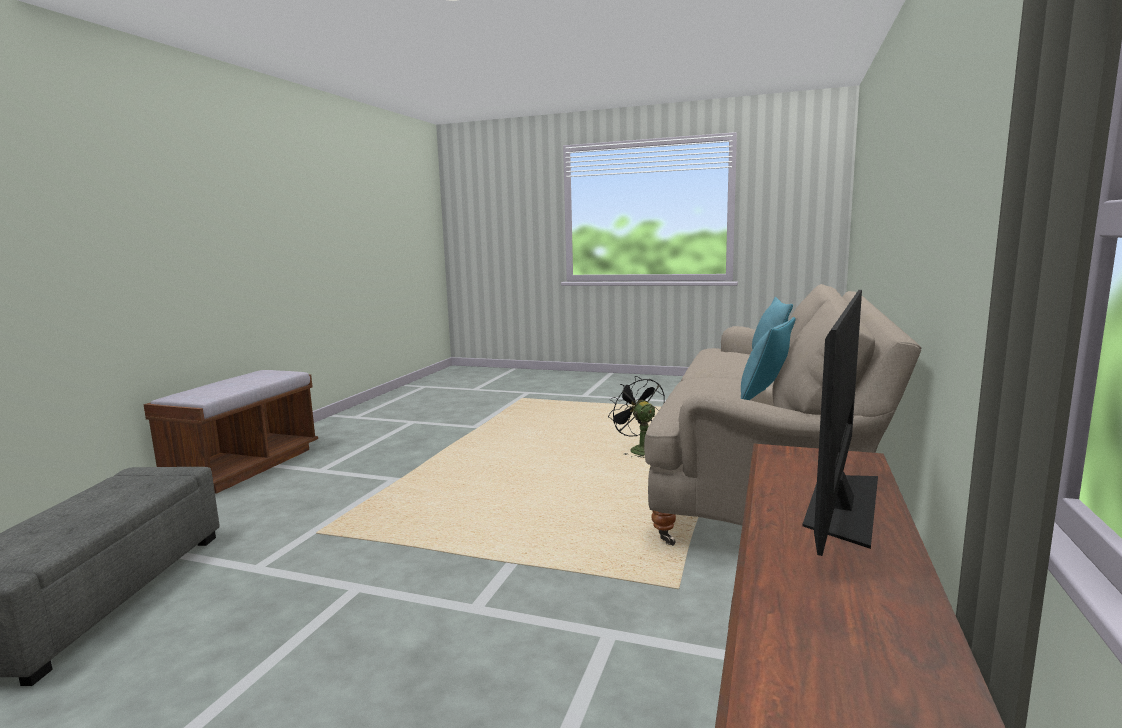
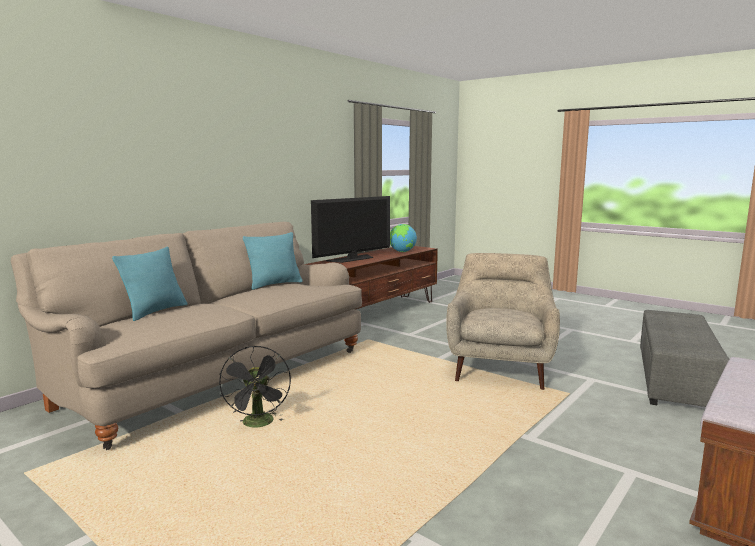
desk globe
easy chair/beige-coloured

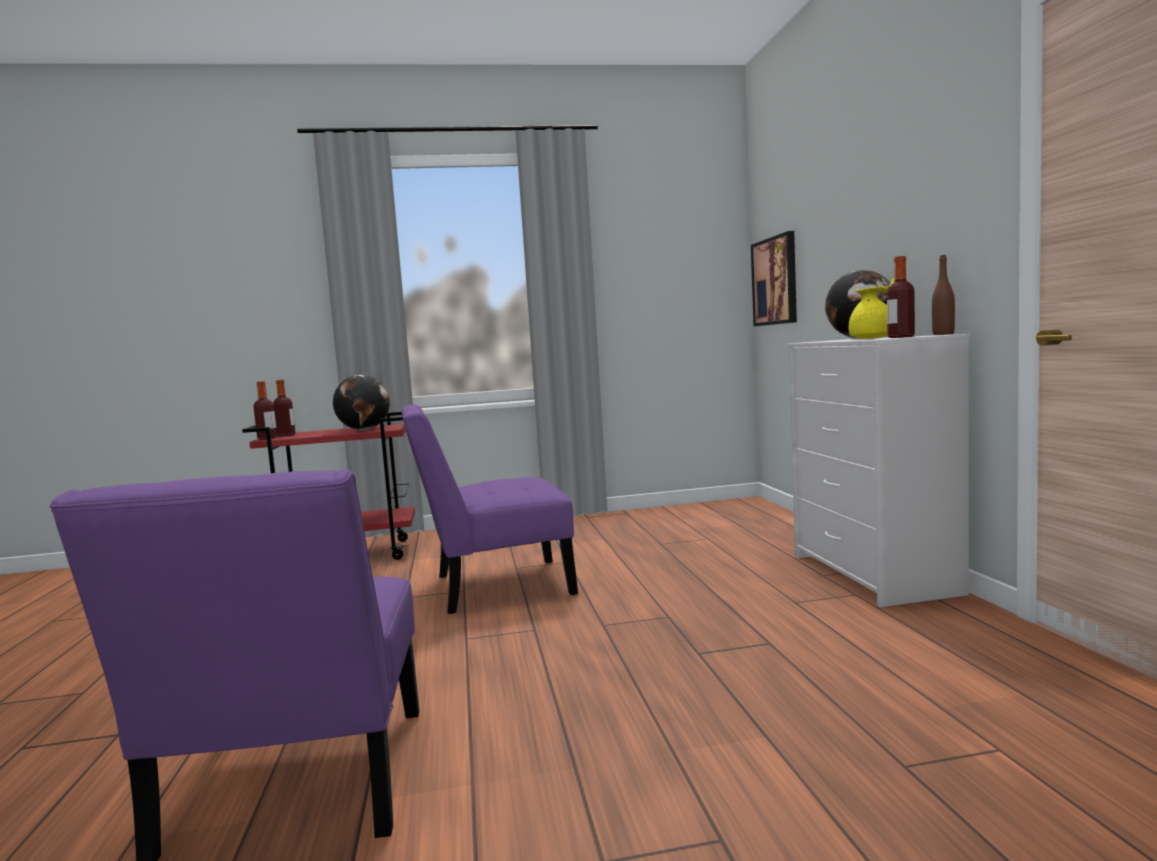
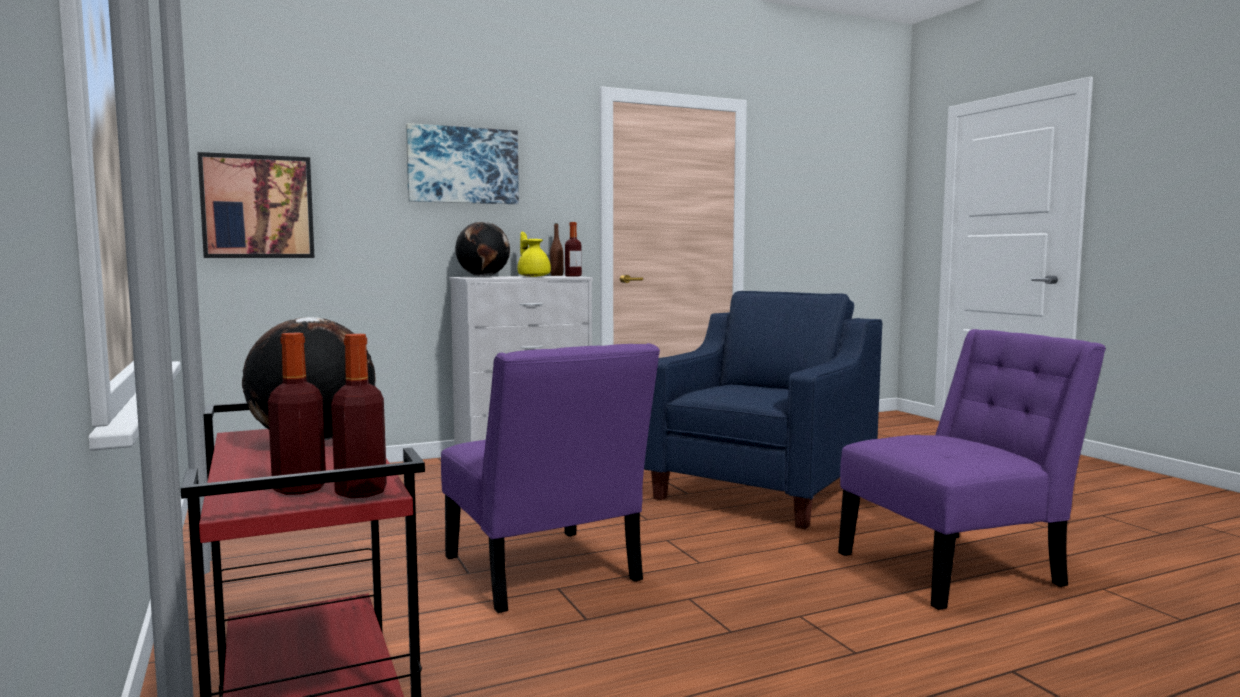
wall picture (2nd from left)
easy chair/blue

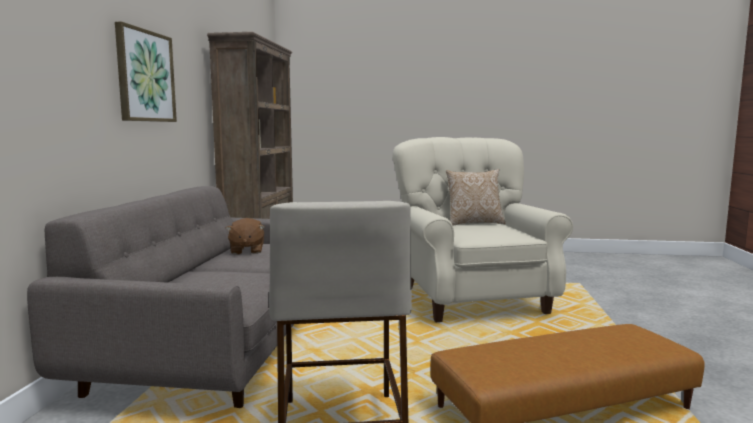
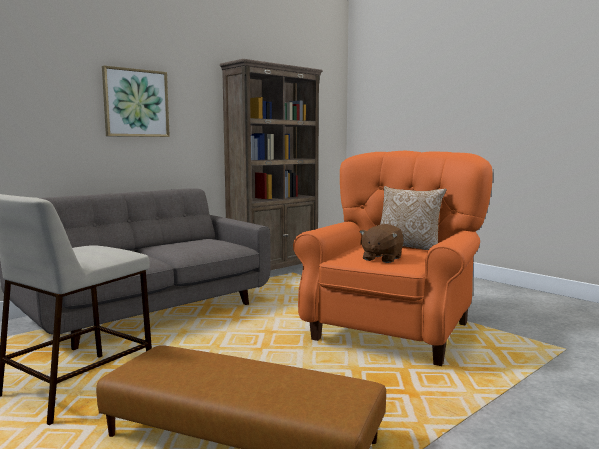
easy chair/orange
plush toy/brownish

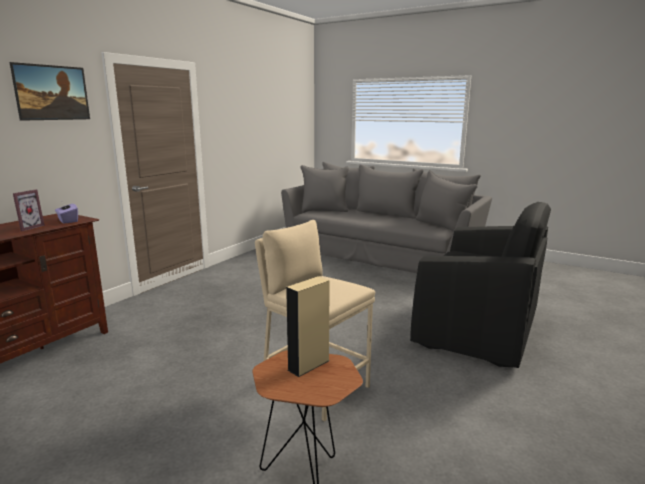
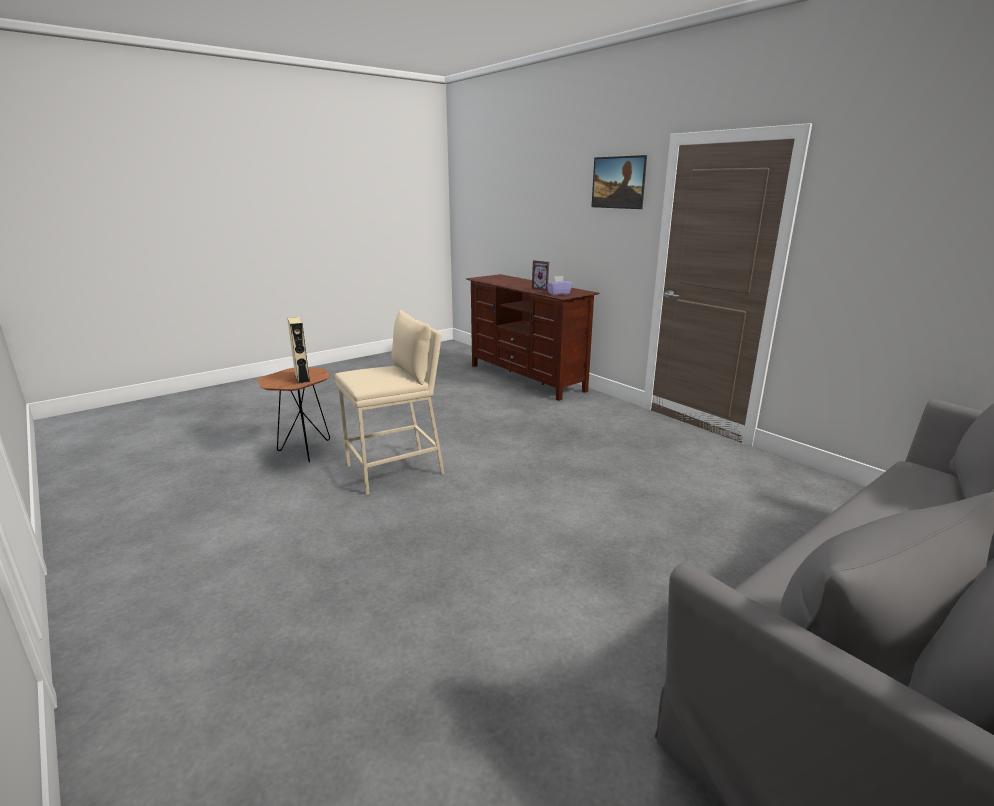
easy chair/blackish

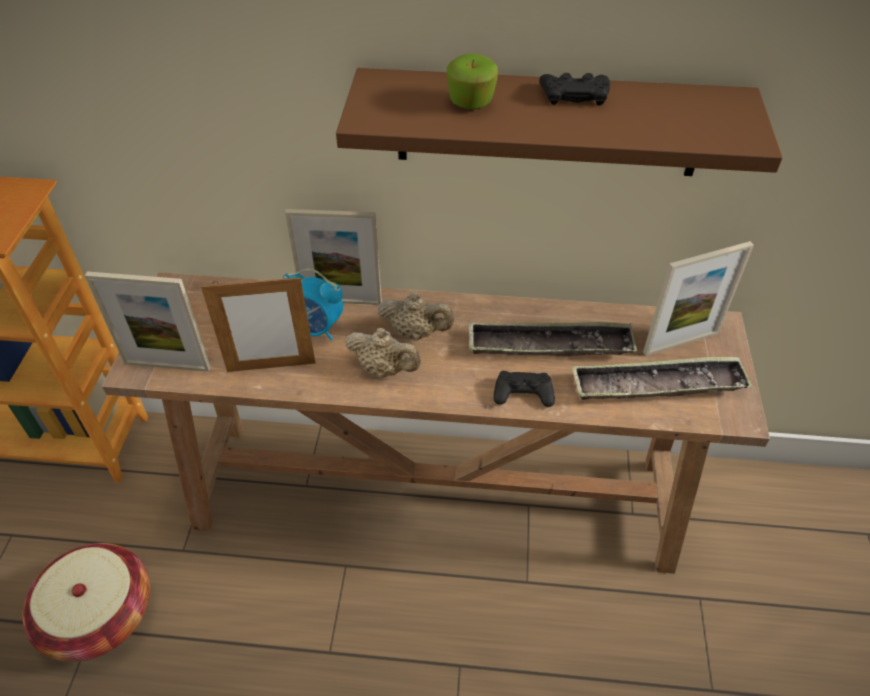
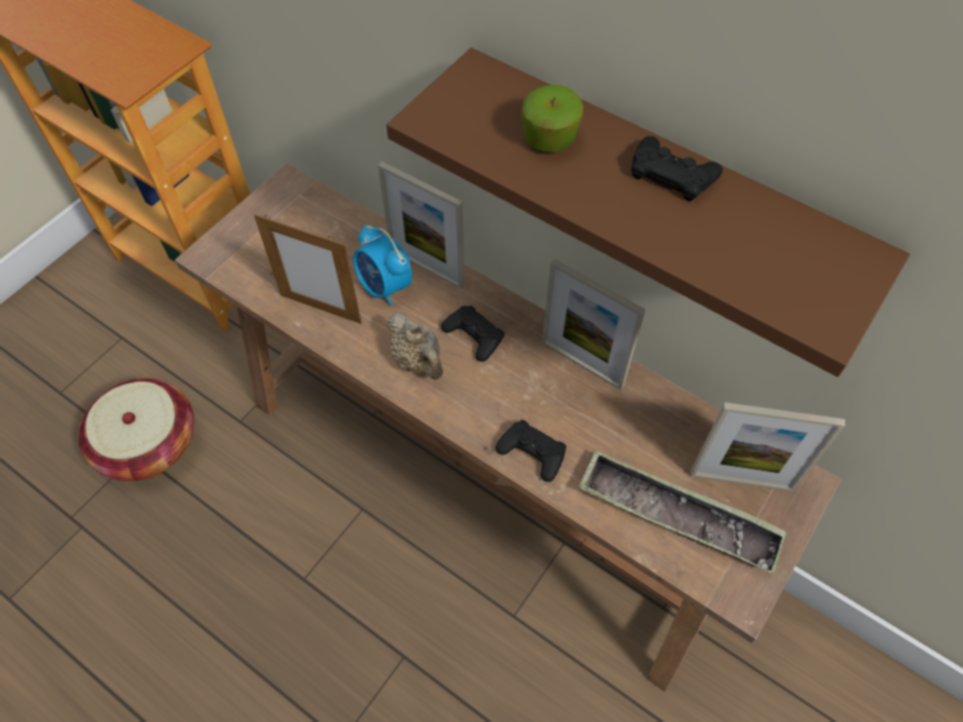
game controller/blackish (1st from left)
picture frame (3rd from left)
carrying tray (1st from left in the first image)

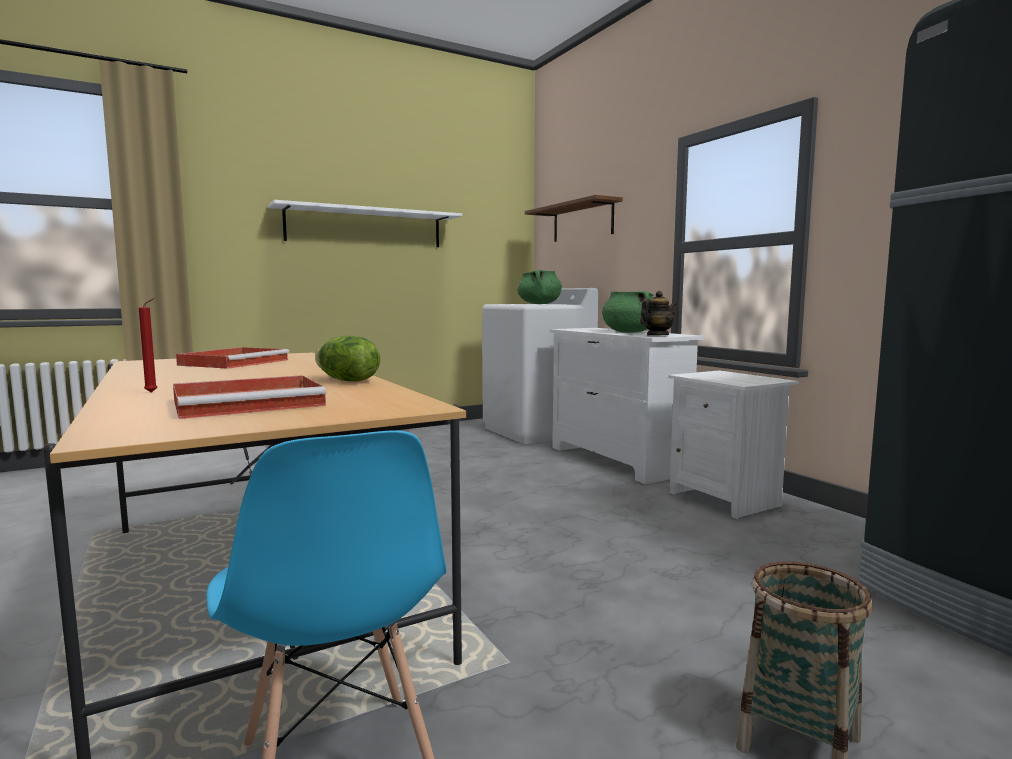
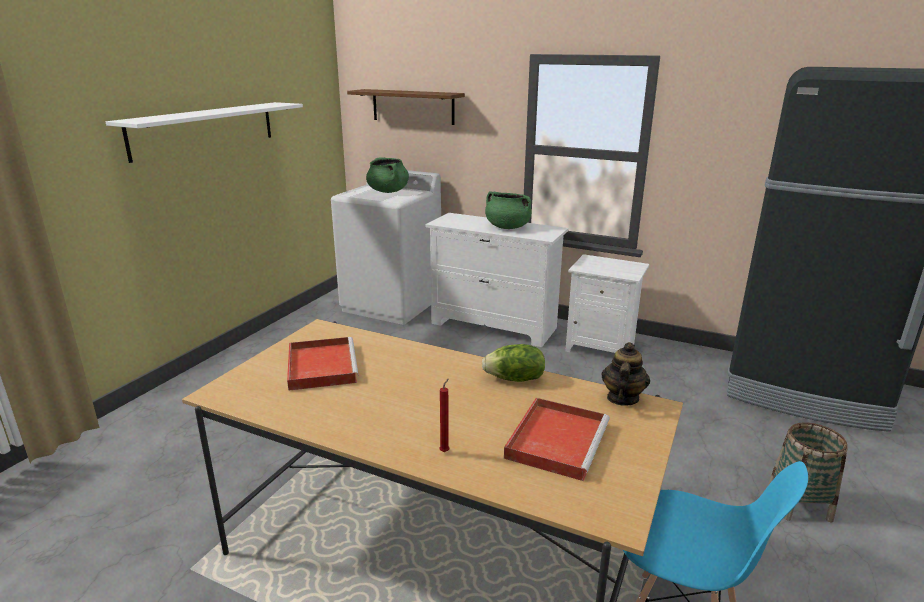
pot for tea

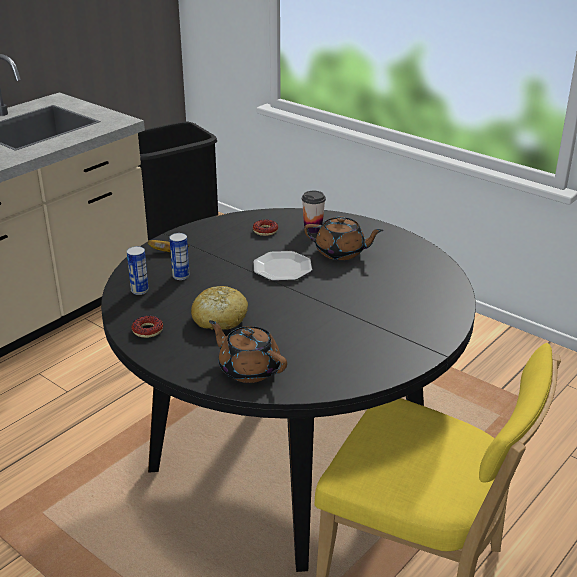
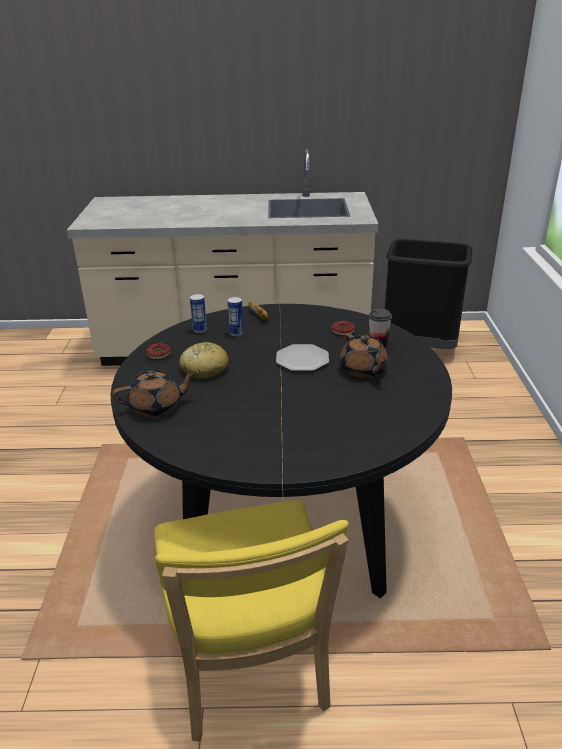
pot for tea/brownish (1st from left)

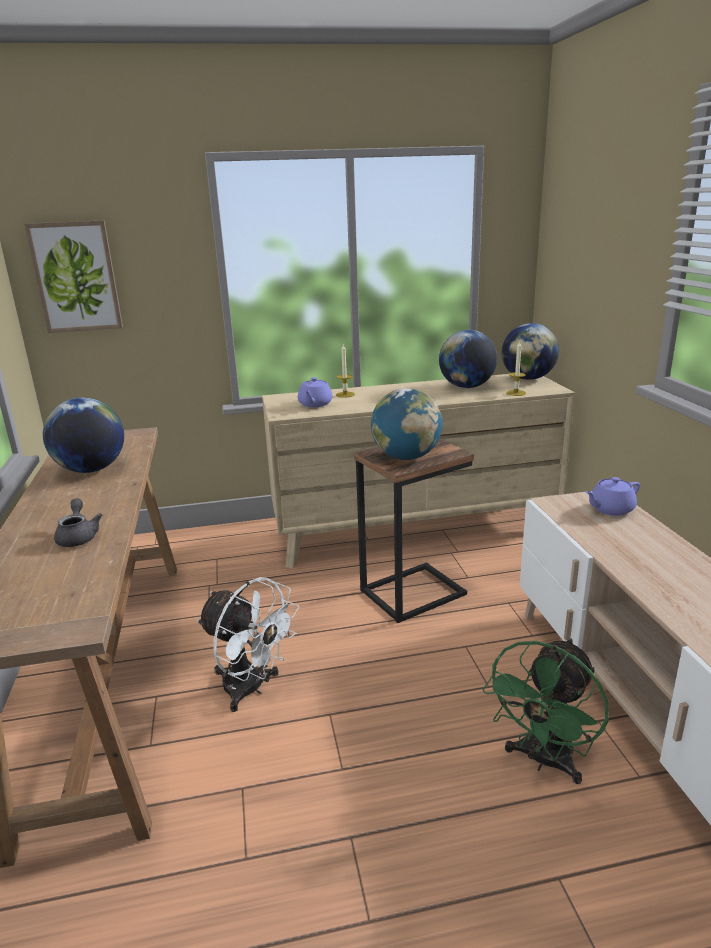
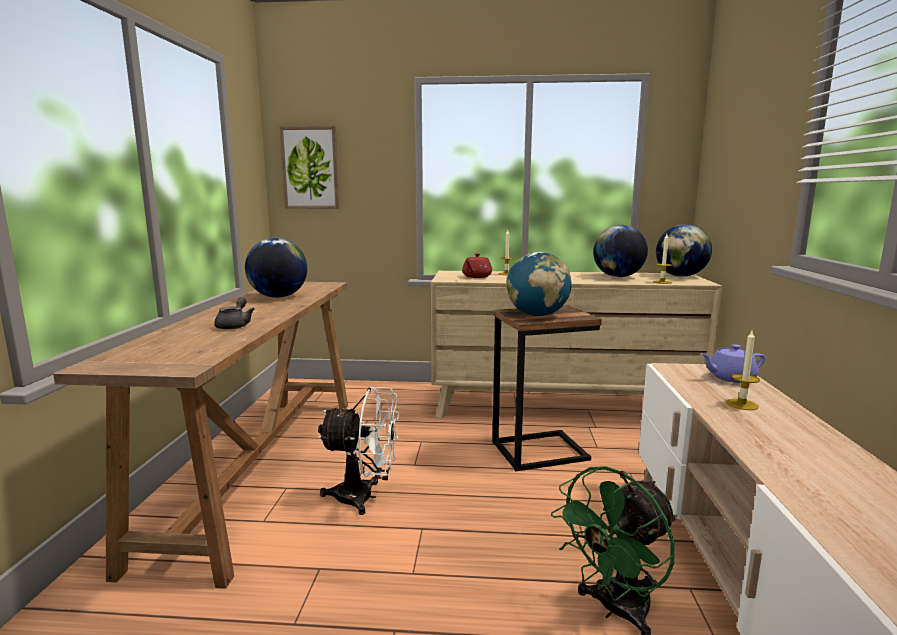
cooling fan/white
pot for tea/reddish
wax light (3rd from left)

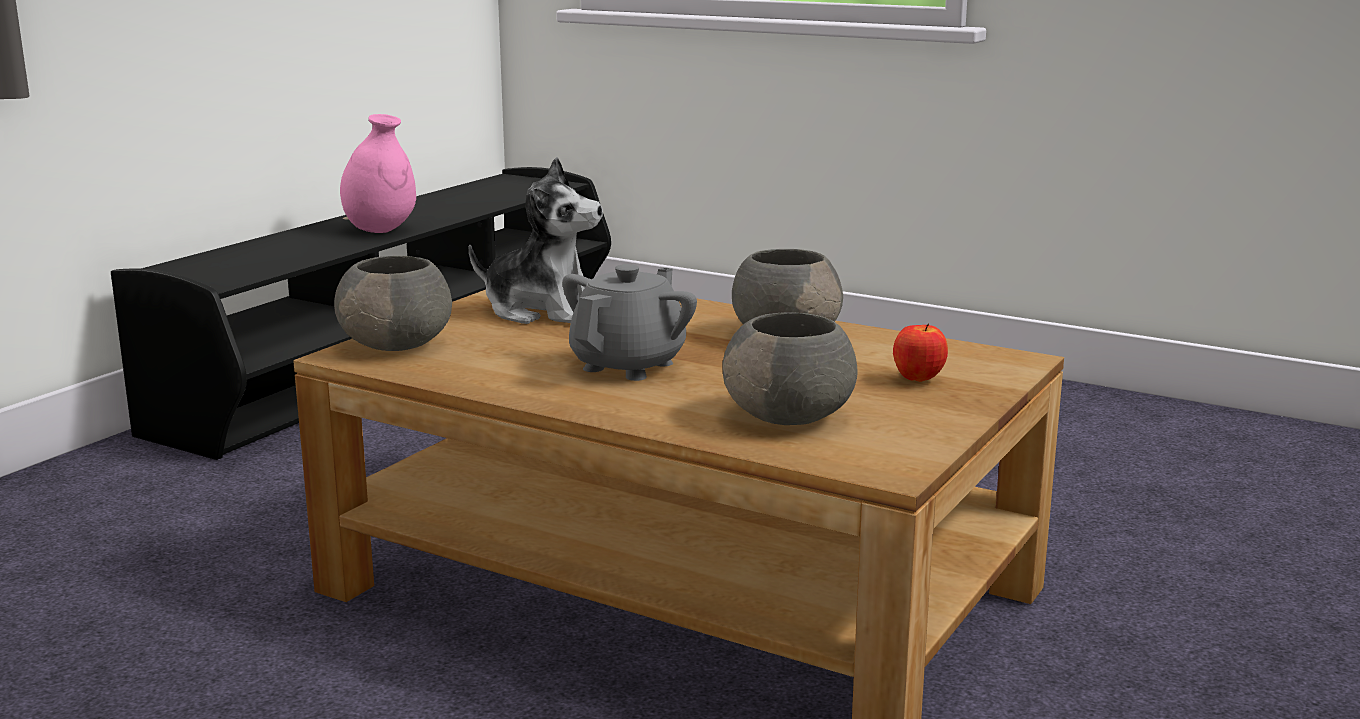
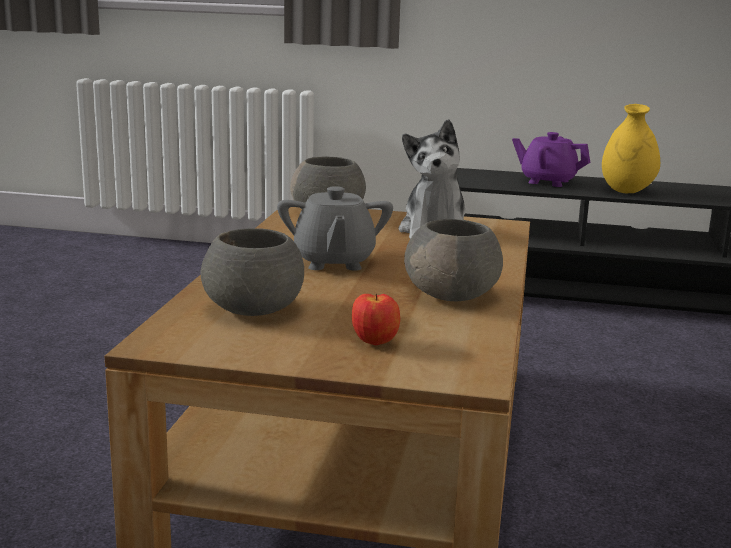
pot for tea/grey
pot for tea/purplish
vase/yellow-coloured

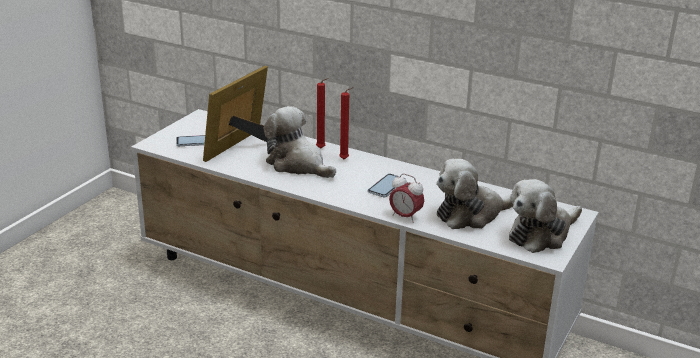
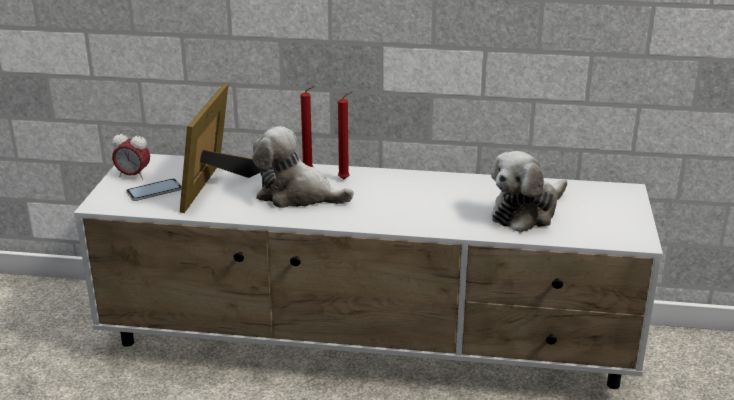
bedside clock
phone (2nd from left in the first image)
plush toy (3rd from left in the first image)

